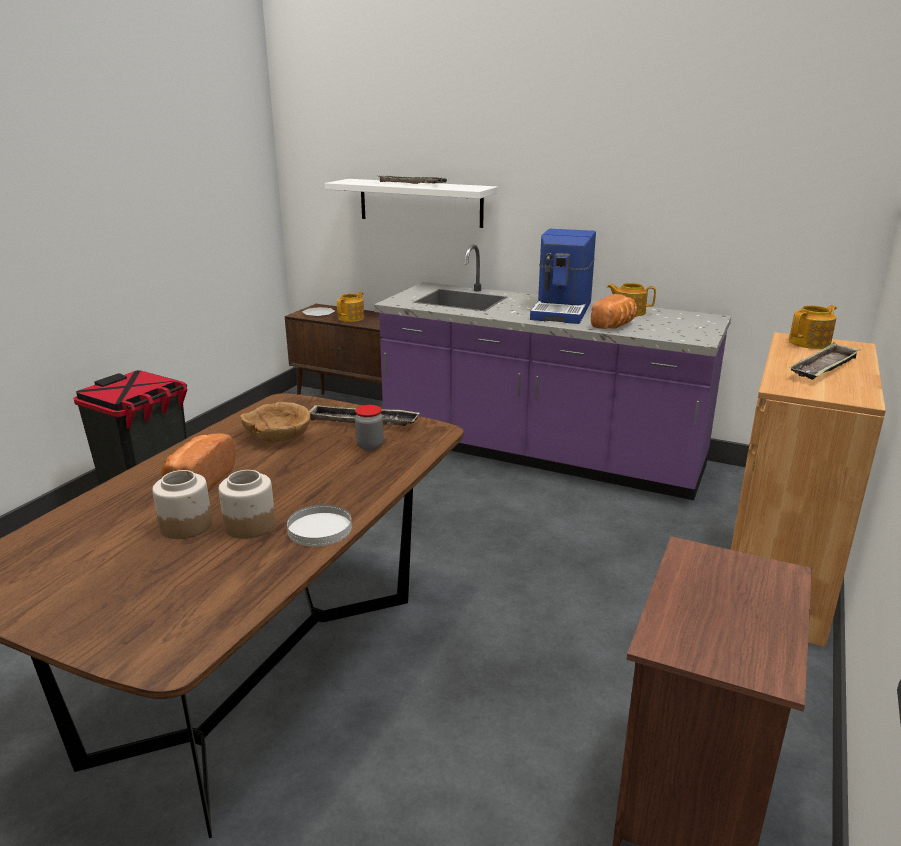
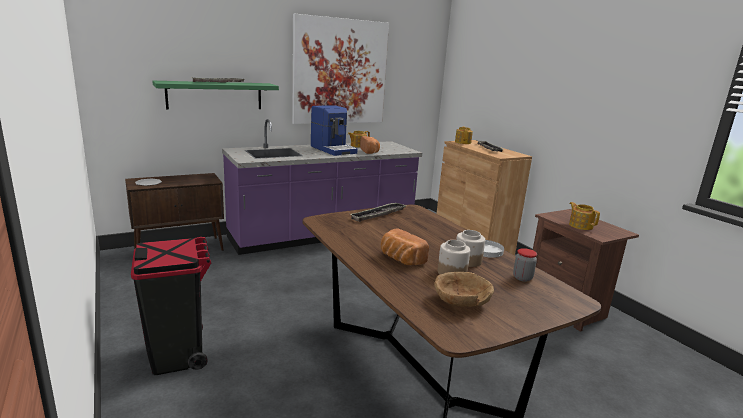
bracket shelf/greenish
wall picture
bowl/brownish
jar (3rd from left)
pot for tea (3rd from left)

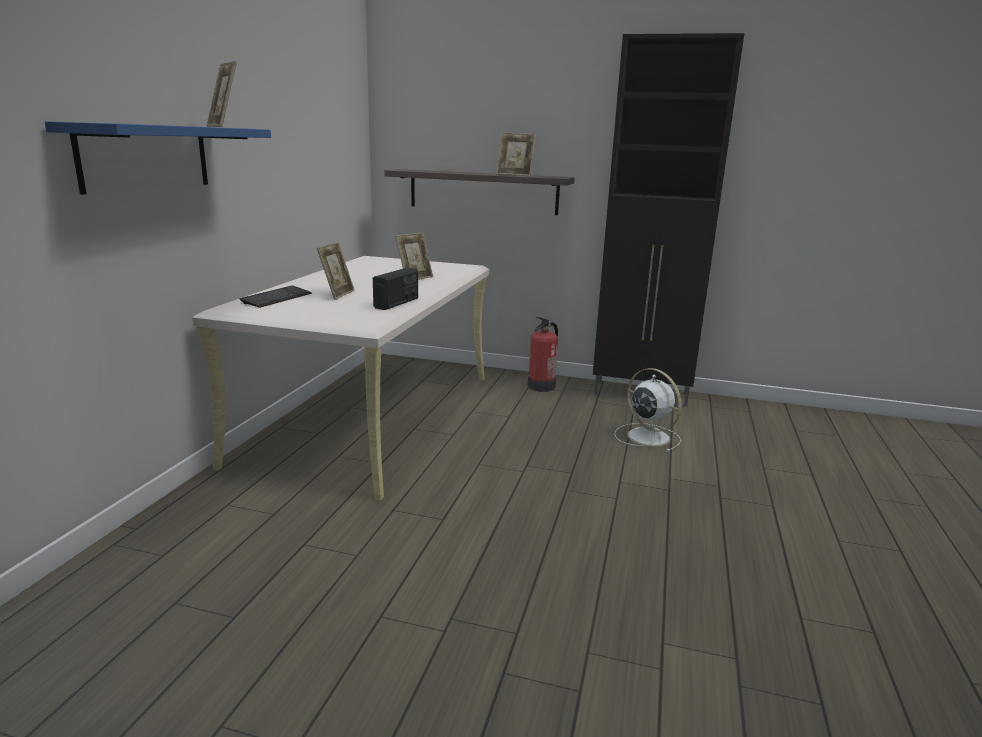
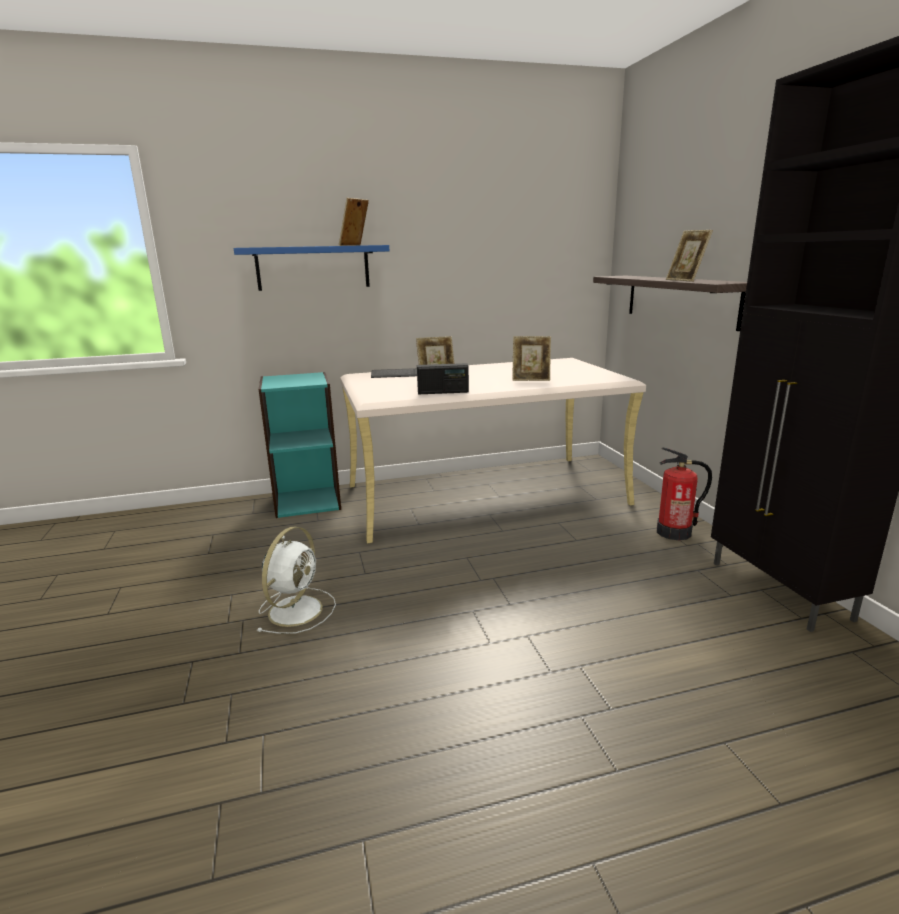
cooling fan/white
bookshelf/turquoise

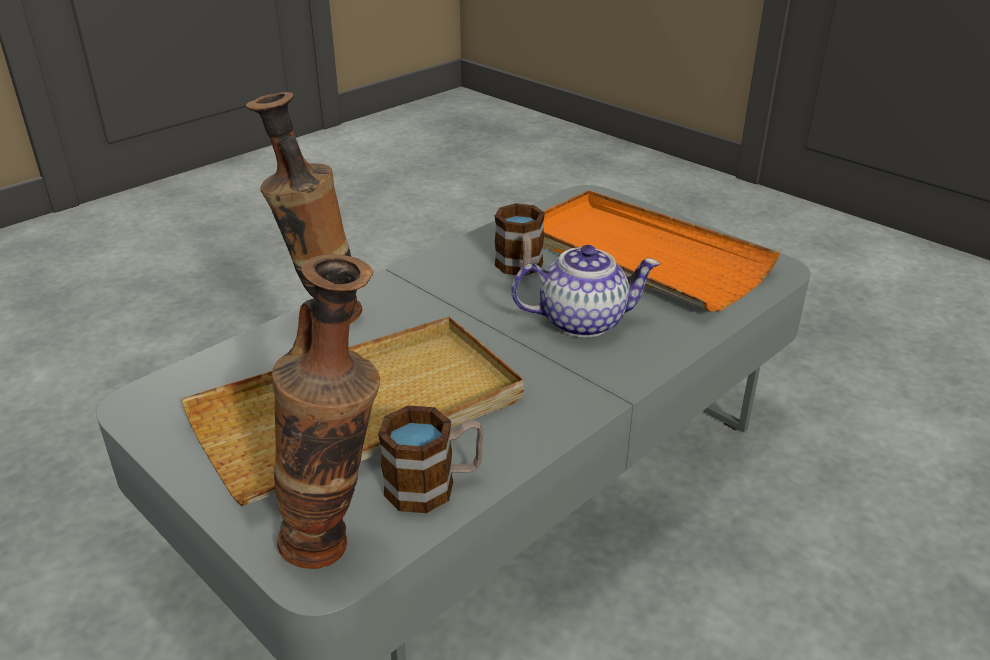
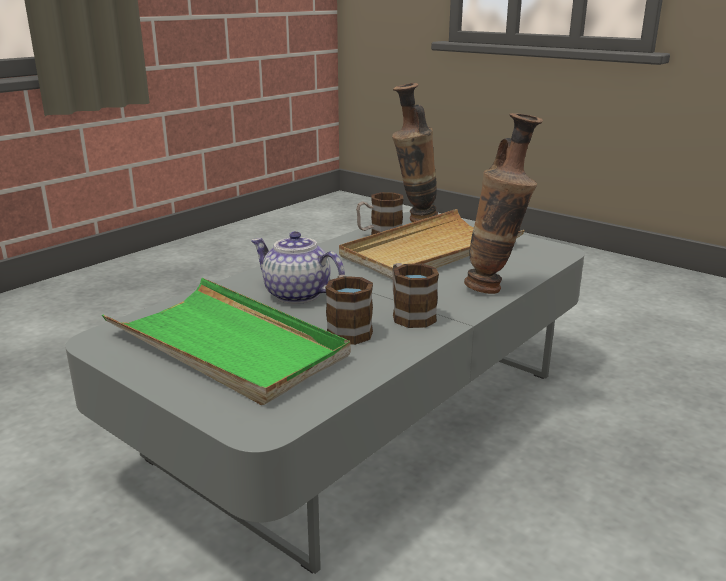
carrying tray/greenish
pot for tea
mug (3rd from left)

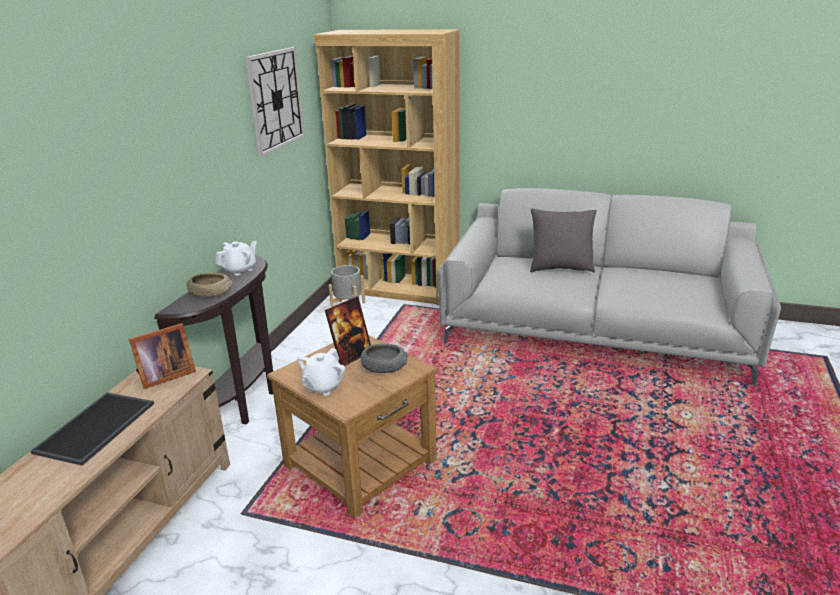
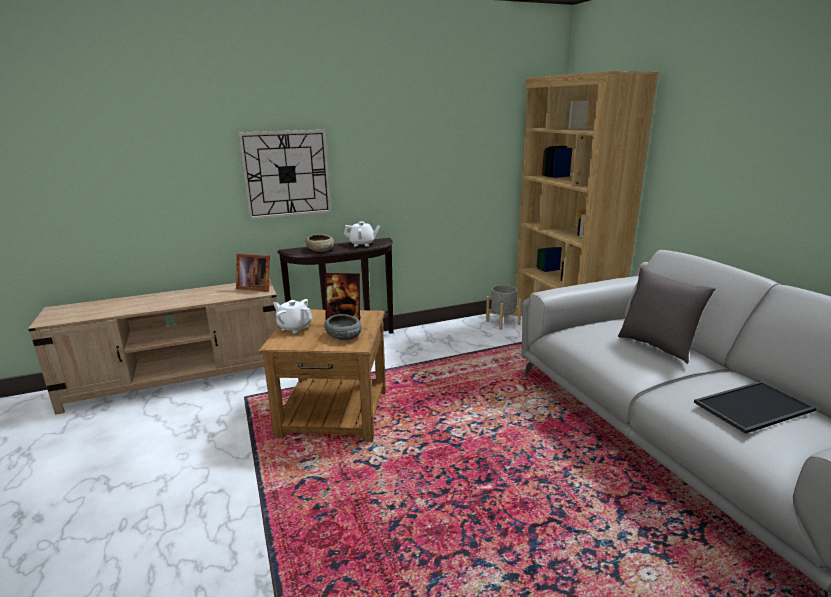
wall clock
pot for tea/white (1st from left)
carrying tray

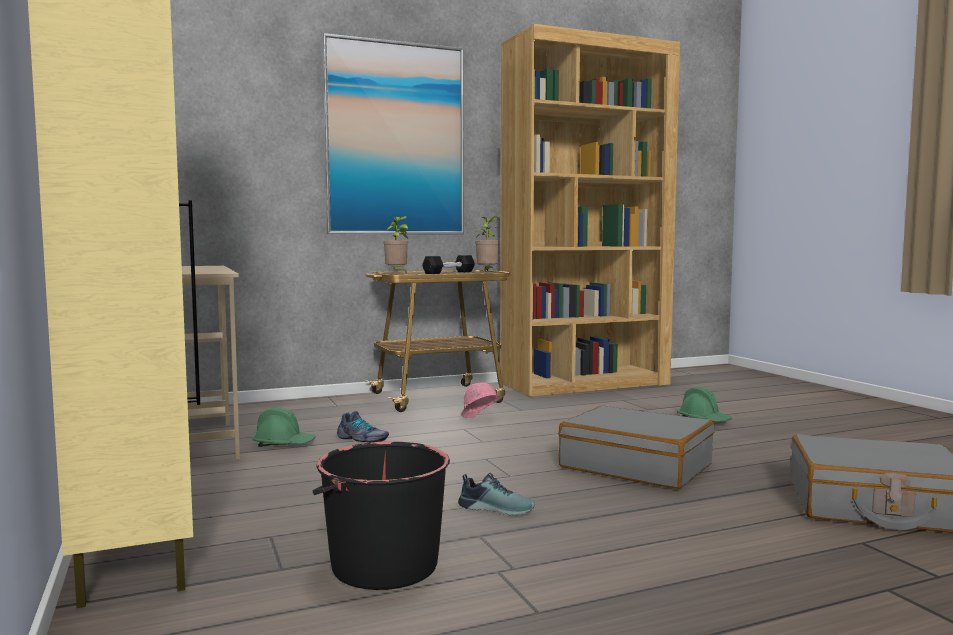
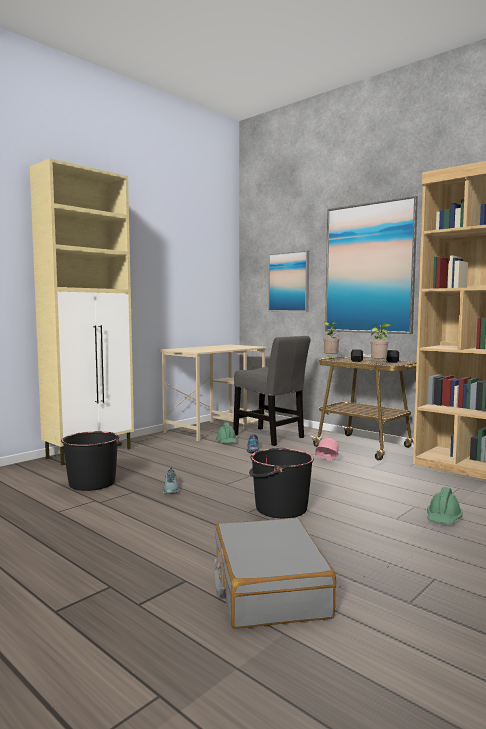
plain chair/grey
bucket/blackish (2nd from left)
wall picture (1st from left)

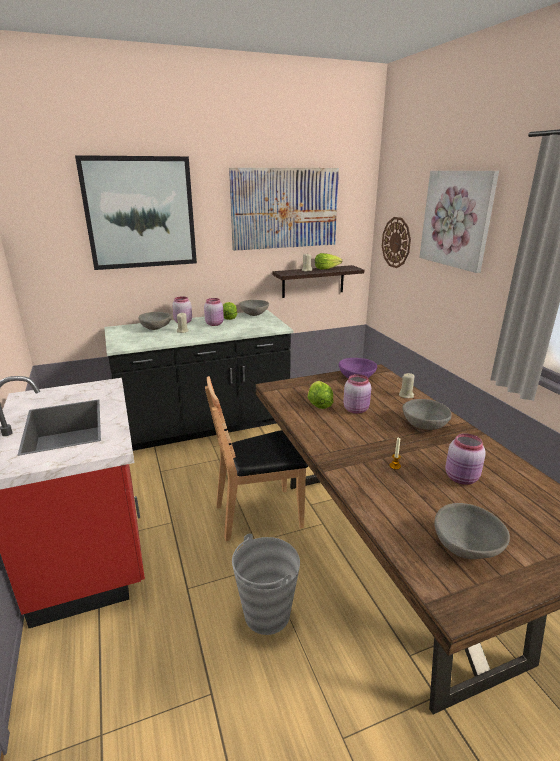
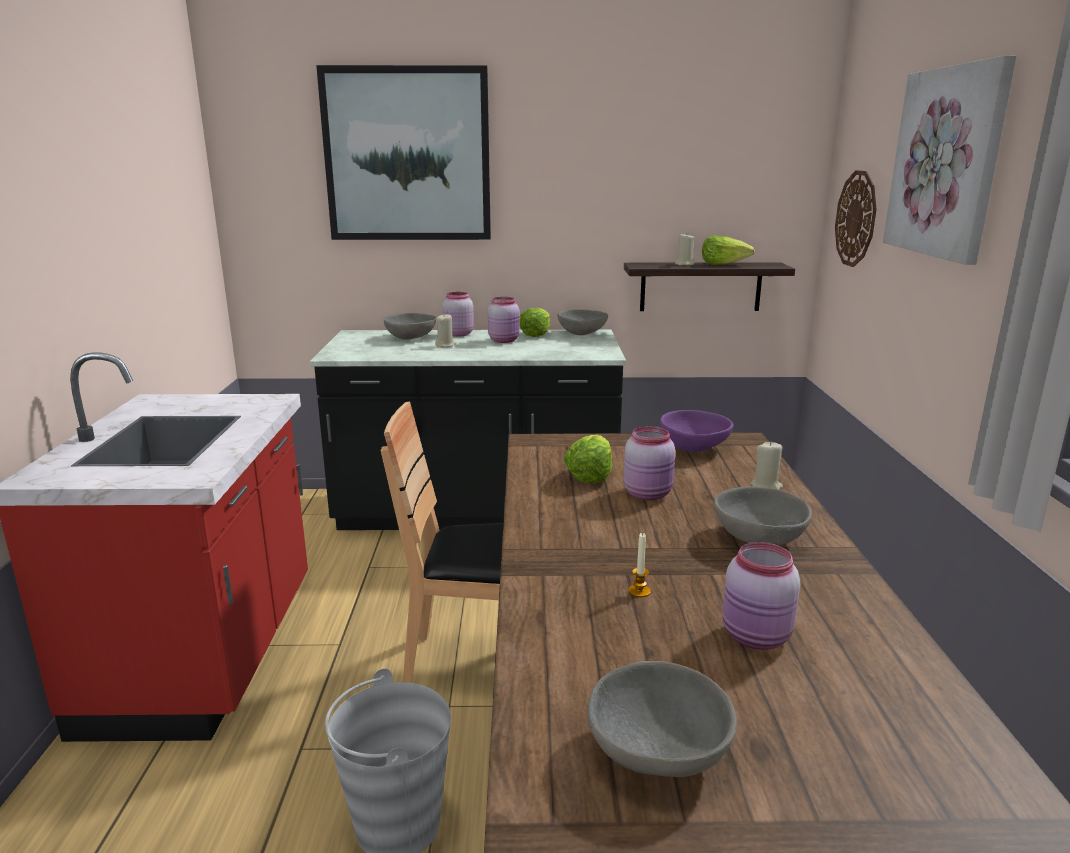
wall picture (2nd from left in the first image)

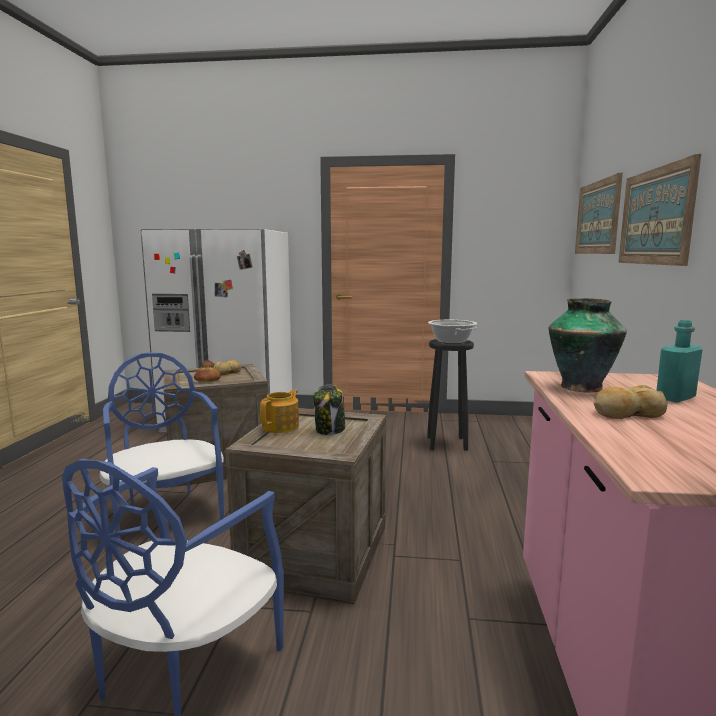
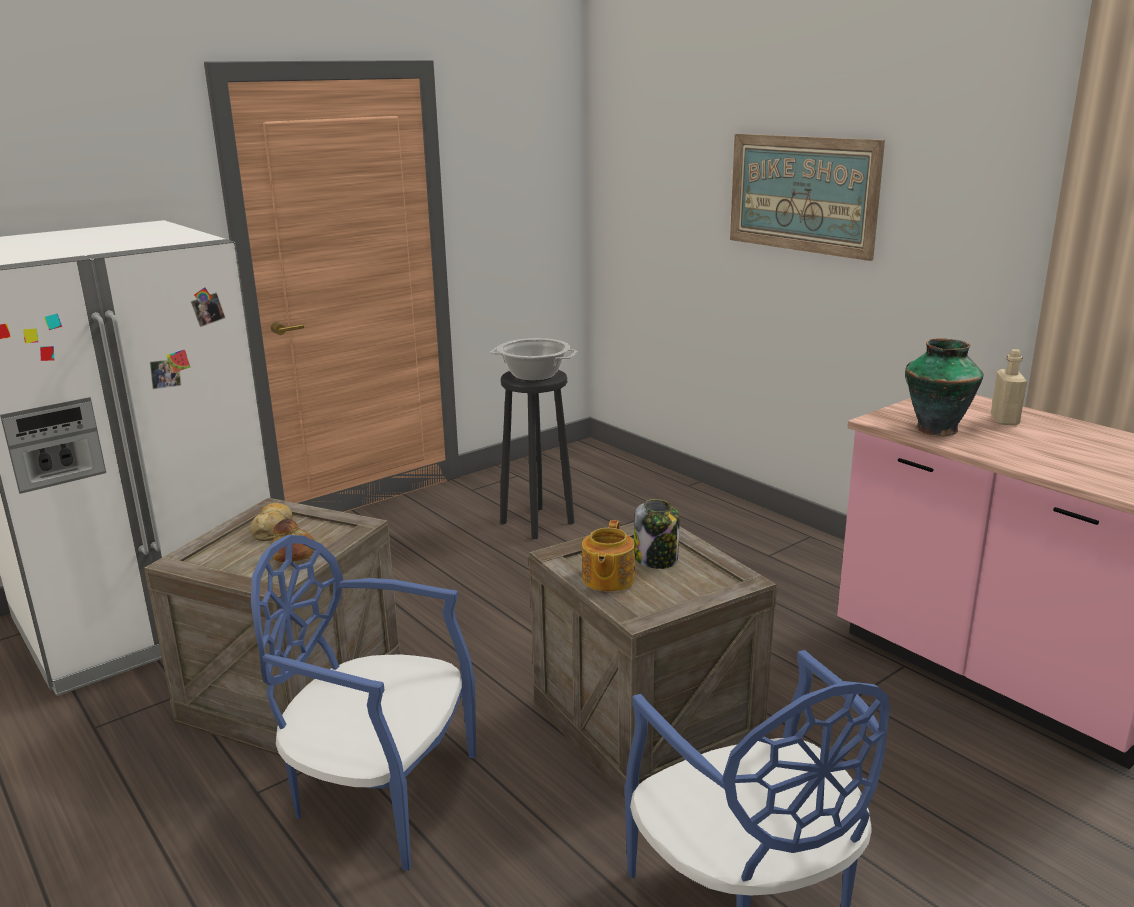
pot for tea
drink bottle/beige-coloured
wall picture (1st from left in the first image)
bakery bread (3rd from left in the first image)

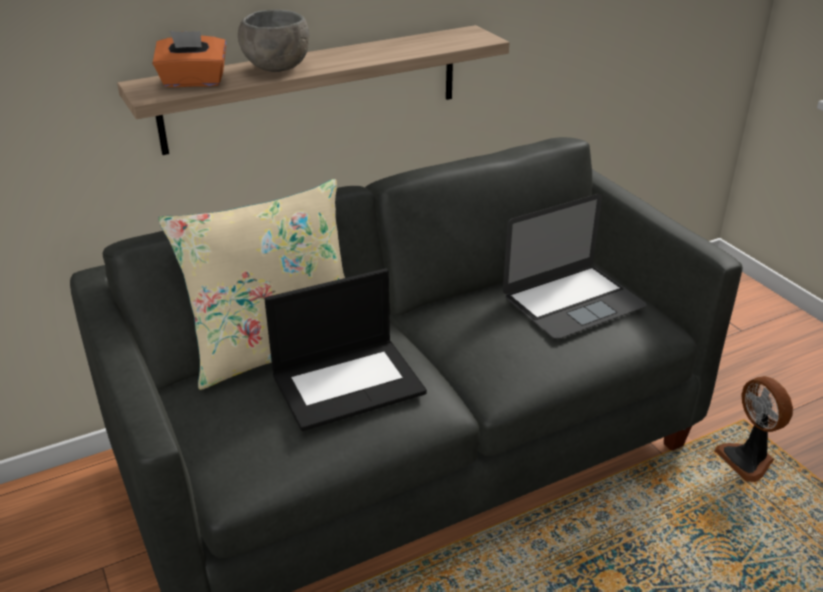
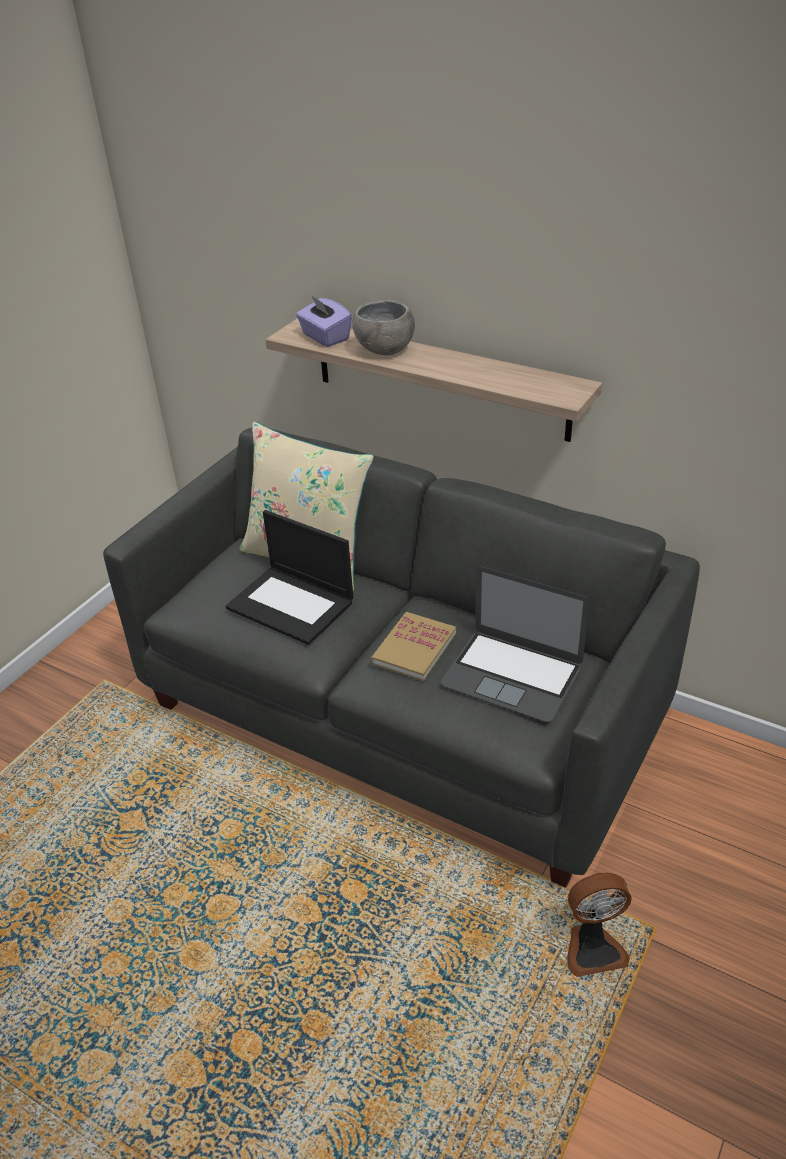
box of tissues/purplish
bound book
cooling fan

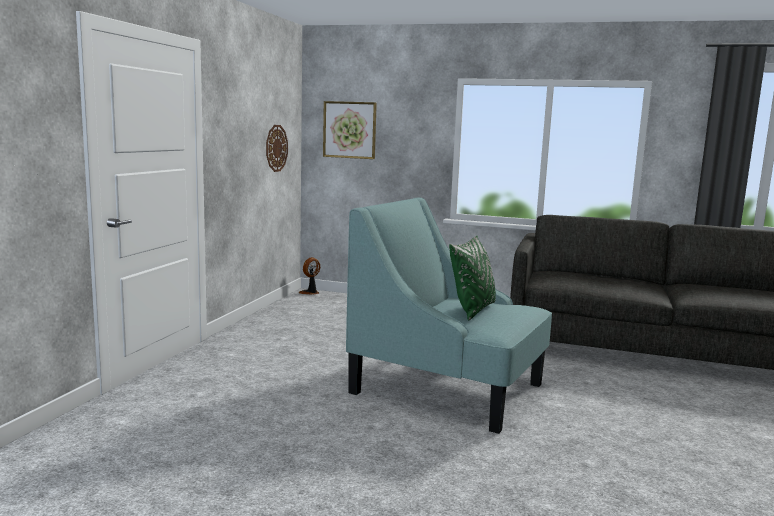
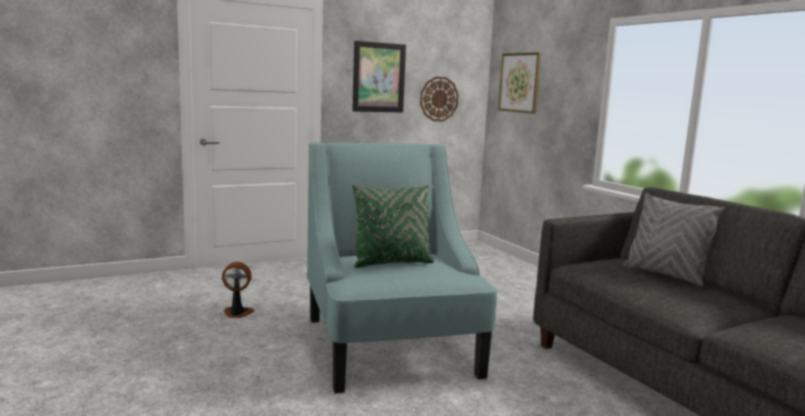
cooling fan
wall picture (1st from left)
pillow/grey

